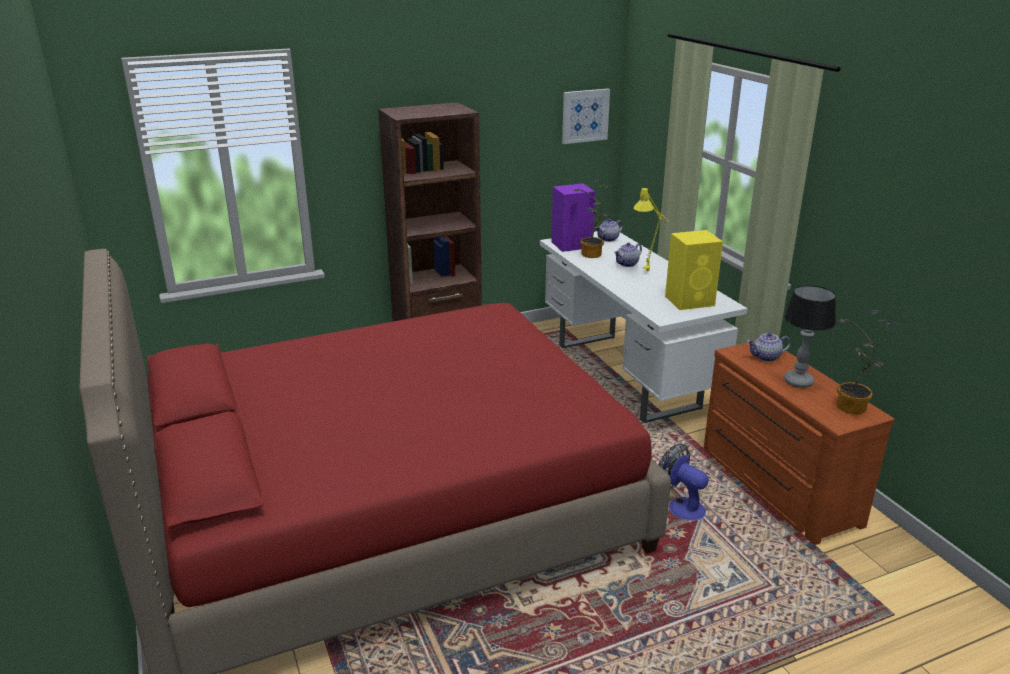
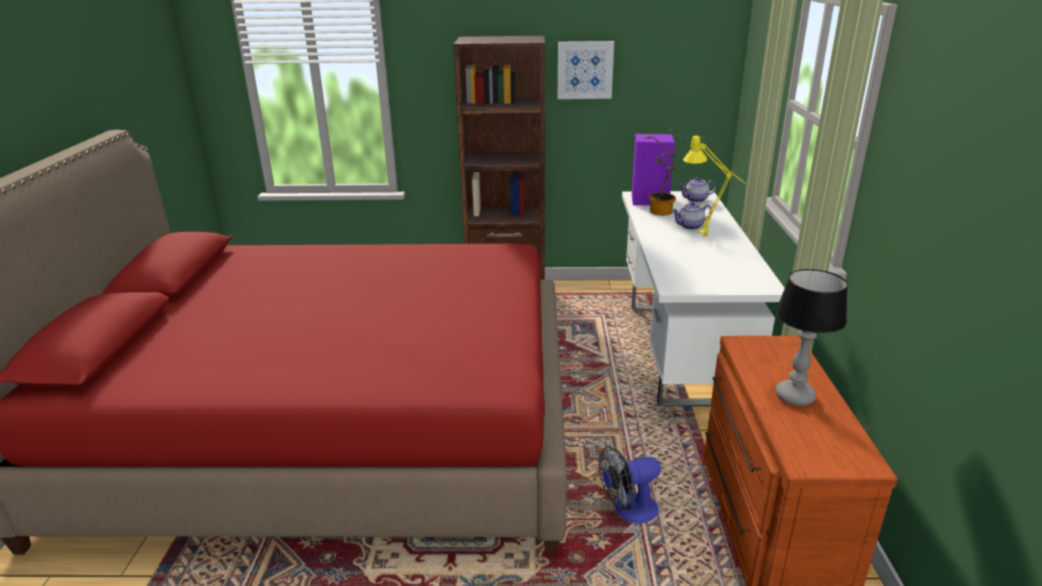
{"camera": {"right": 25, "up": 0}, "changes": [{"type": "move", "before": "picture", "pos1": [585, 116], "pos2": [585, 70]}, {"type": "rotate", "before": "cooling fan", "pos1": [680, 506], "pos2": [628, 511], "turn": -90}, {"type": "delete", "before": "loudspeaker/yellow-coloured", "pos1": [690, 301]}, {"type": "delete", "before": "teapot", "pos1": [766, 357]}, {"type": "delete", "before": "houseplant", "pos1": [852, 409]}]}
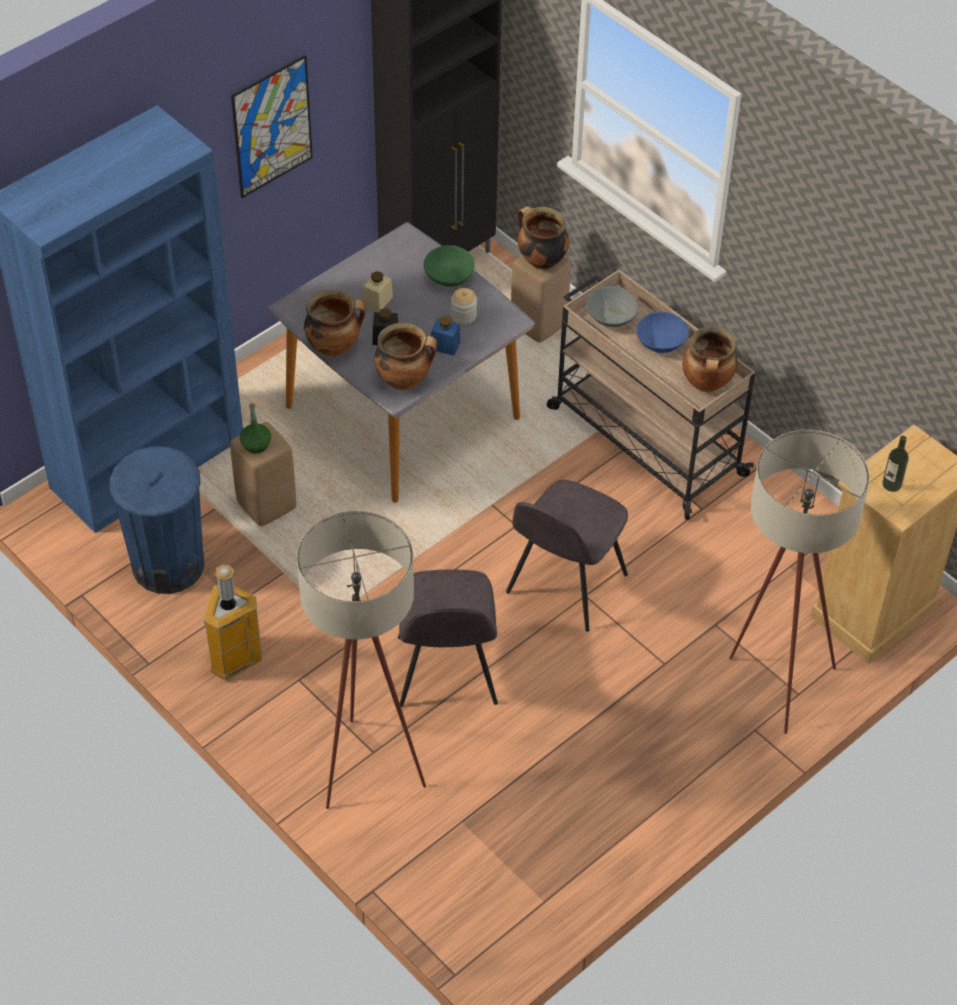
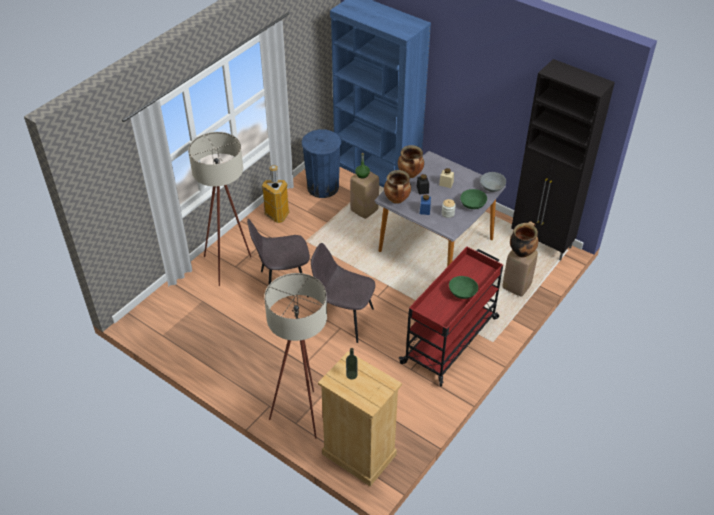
{"camera": {"right": 80, "up": -5}, "changes": [{"type": "delete", "before": "picture", "pos1": [272, 126]}, {"type": "recolor", "before": "cart/sand-coloured", "after": "cart/reddish", "pos1": [644, 440], "pos2": [451, 339]}, {"type": "move", "before": "deep dish/greyish", "pos1": [610, 317], "pos2": [492, 187]}, {"type": "recolor", "before": "deep dish/bluish", "after": "deep dish/green-coloured", "pos1": [661, 343], "pos2": [462, 293]}, {"type": "delete", "before": "stockpot", "pos1": [707, 384]}]}
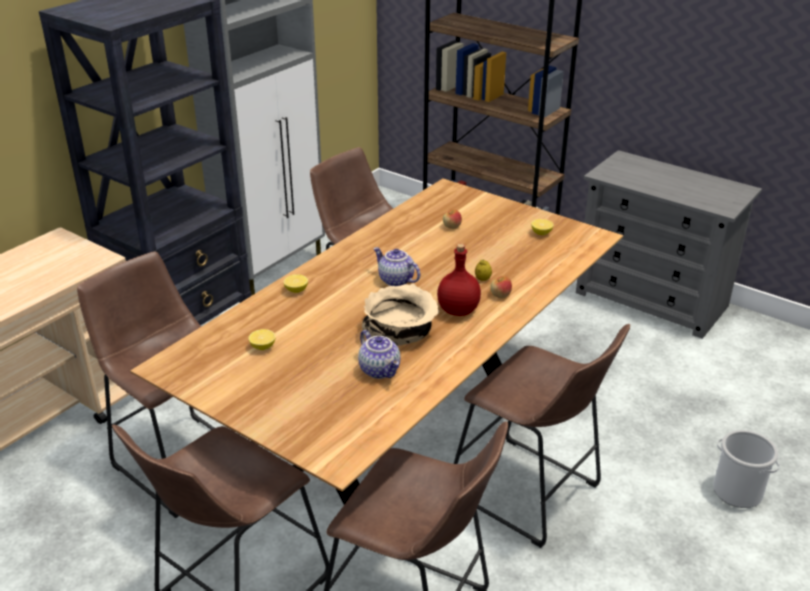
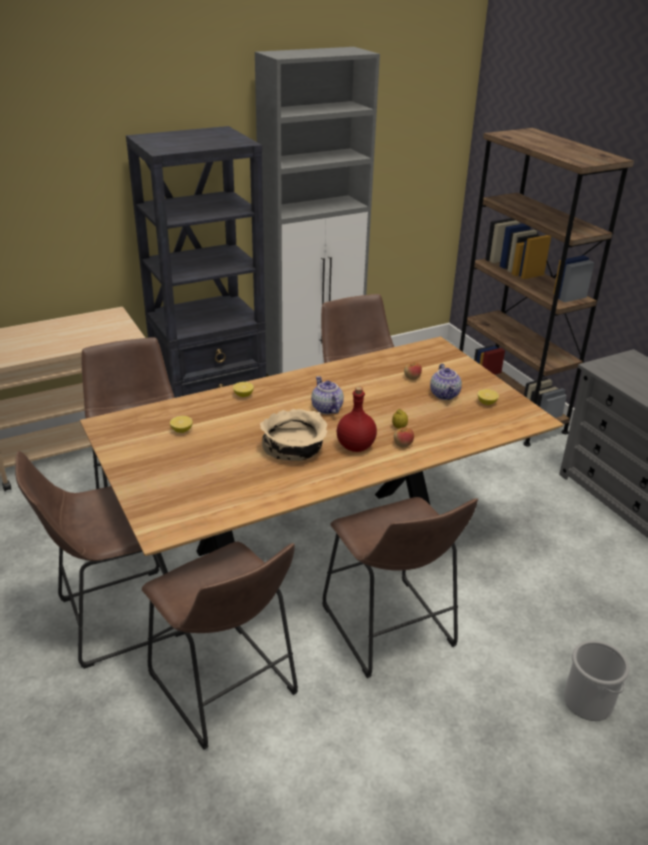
{"camera": {"right": 25, "up": 0}, "changes": [{"type": "move", "before": "teapot", "pos1": [380, 370], "pos2": [445, 395]}]}
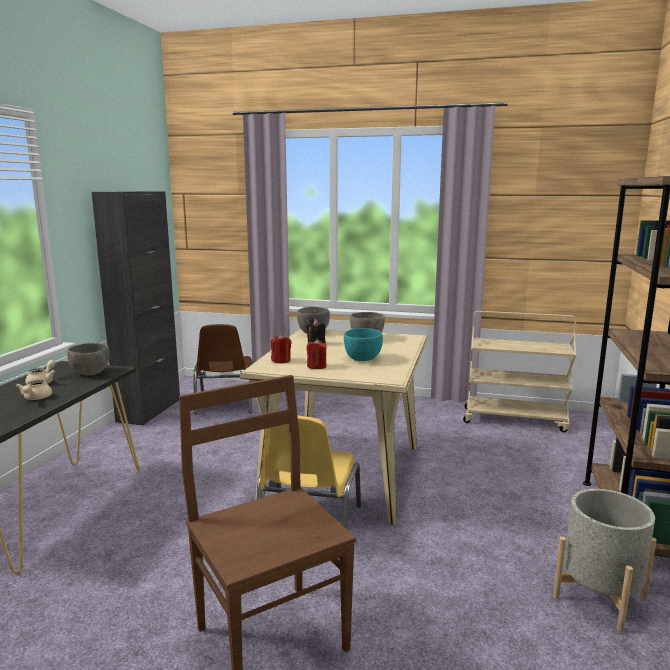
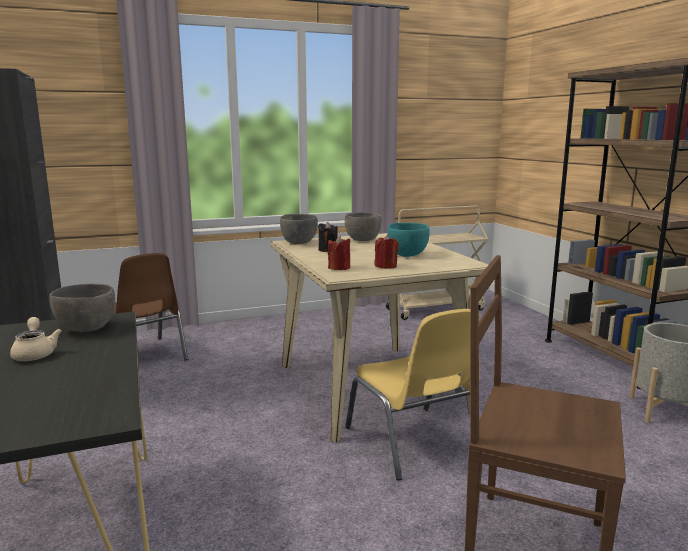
{"camera": {"right": -35, "up": 0}, "changes": [{"type": "delete", "before": "teapot/sand-coloured", "pos1": [35, 398]}]}
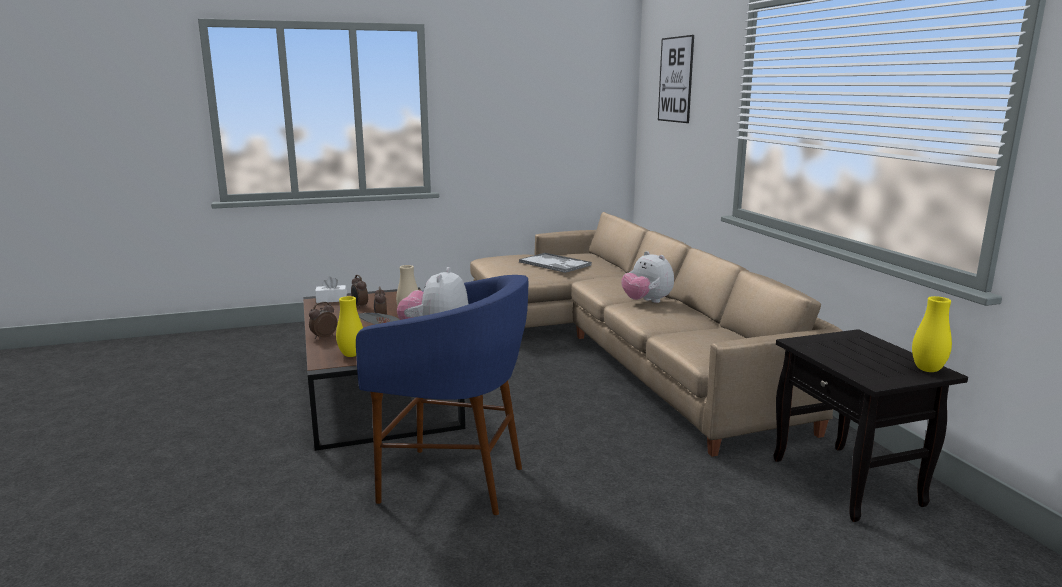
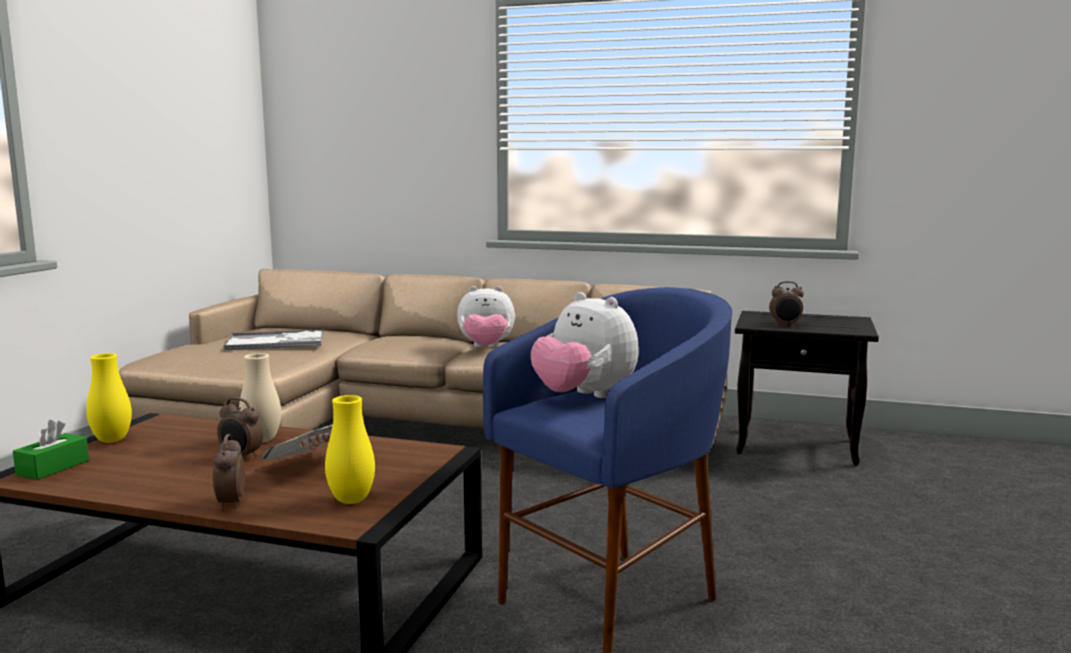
{"camera": {"right": -55, "up": -5}, "changes": [{"type": "recolor", "before": "tissue box/white-coloured", "after": "tissue box/green-coloured", "pos1": [331, 300], "pos2": [53, 467]}, {"type": "move", "before": "table clock", "pos1": [360, 306], "pos2": [785, 325]}, {"type": "delete", "before": "picture", "pos1": [675, 79]}, {"type": "move", "before": "vase/yellow-coloured", "pos1": [927, 369], "pos2": [112, 440]}]}
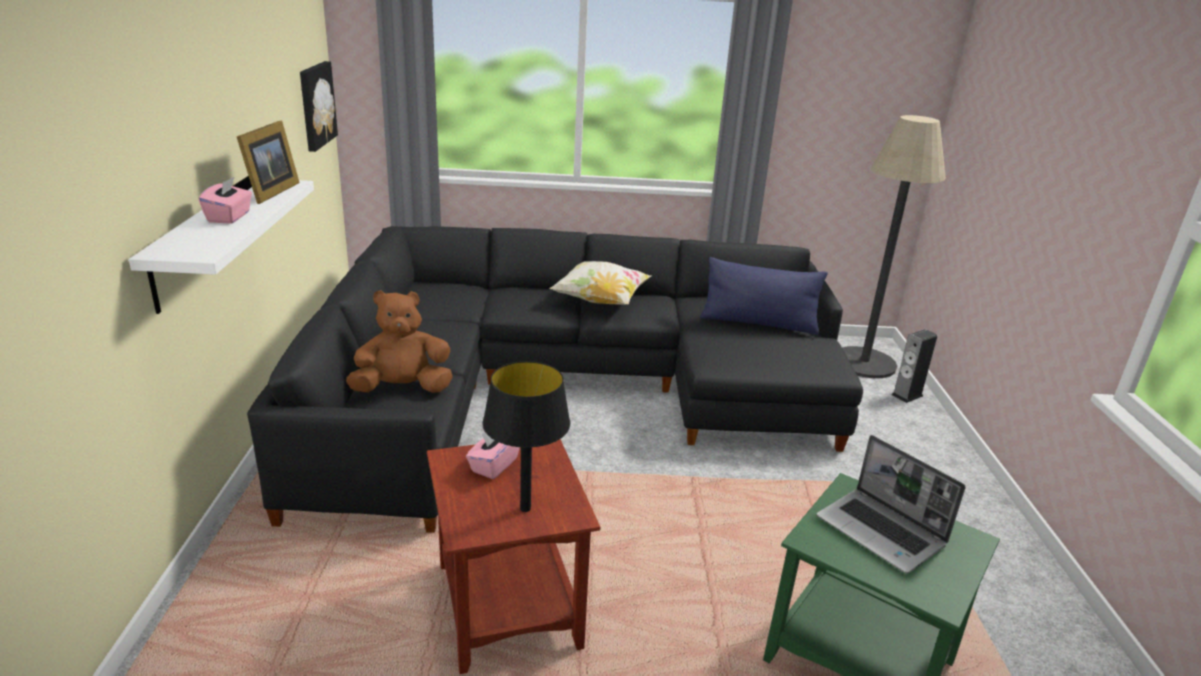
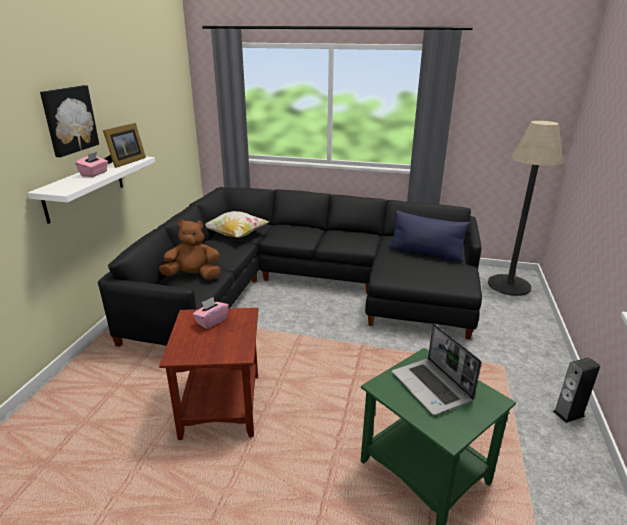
{"camera": {"right": 15, "up": 0}, "changes": [{"type": "move", "before": "picture", "pos1": [315, 105], "pos2": [69, 120]}, {"type": "delete", "before": "lamp for a table/black", "pos1": [525, 508]}, {"type": "move", "before": "throw pillow", "pos1": [600, 301], "pos2": [236, 235]}, {"type": "move", "before": "loudspeaker", "pos1": [907, 395], "pos2": [568, 413]}]}
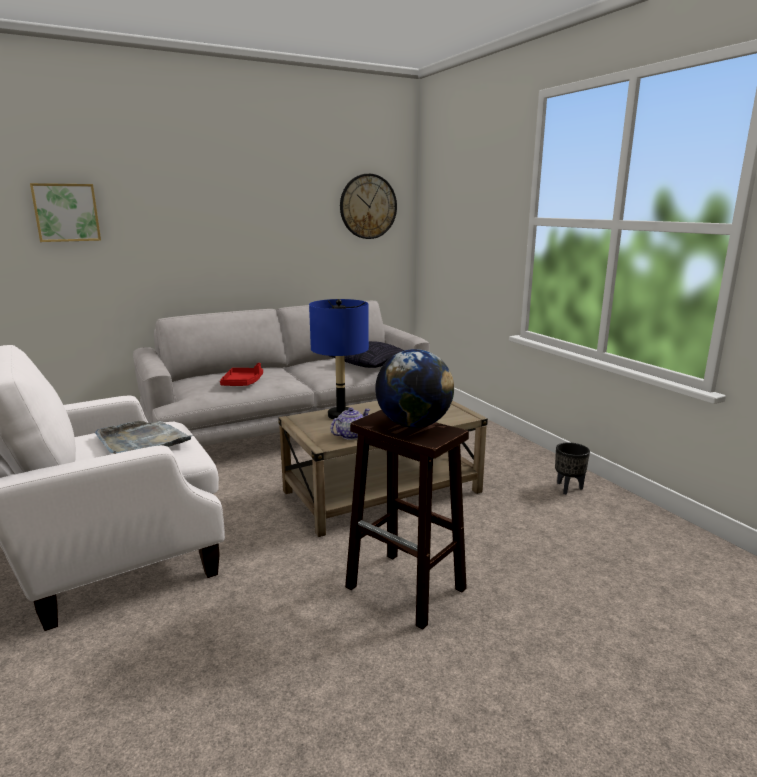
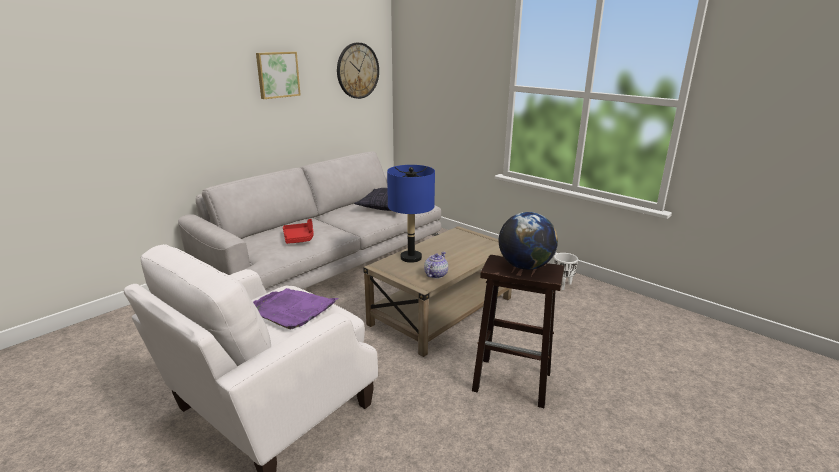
{"camera": {"right": -20, "up": 5}, "changes": [{"type": "move", "before": "picture", "pos1": [66, 212], "pos2": [277, 74]}, {"type": "recolor", "before": "tray/greyish", "after": "tray/purplish", "pos1": [142, 441], "pos2": [292, 310]}, {"type": "recolor", "before": "plant pot/black", "after": "plant pot/white-coloured", "pos1": [569, 488], "pos2": [562, 285]}]}
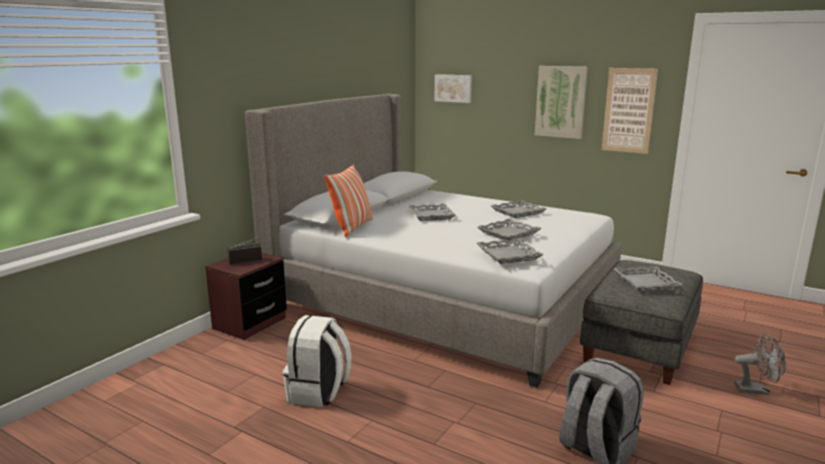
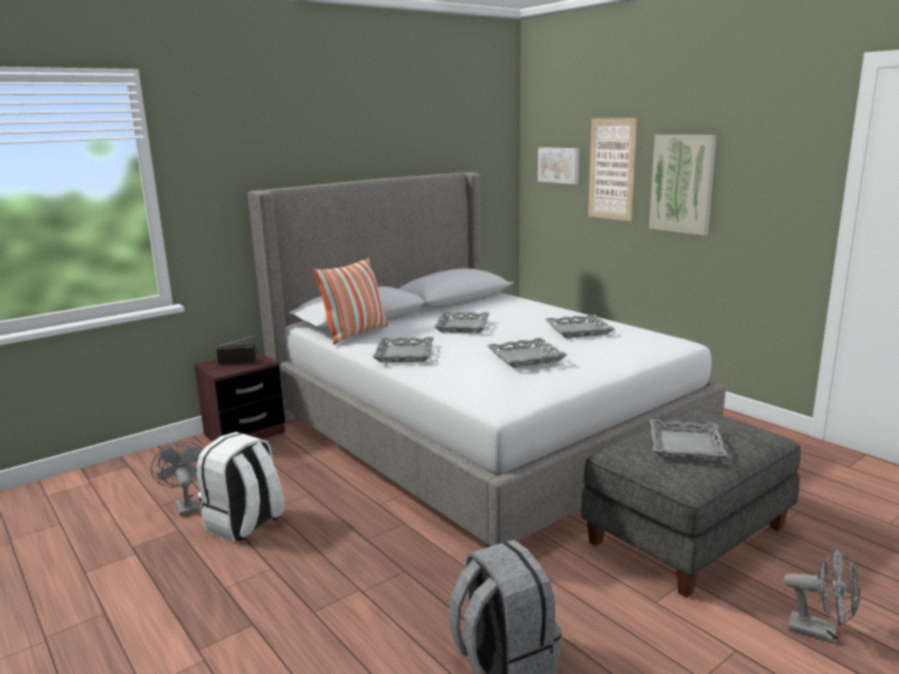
{"camera": {"right": 20, "up": 0}, "changes": [{"type": "move", "before": "tray/greyish", "pos1": [508, 255], "pos2": [403, 354]}, {"type": "move", "before": "picture", "pos1": [628, 110], "pos2": [612, 169]}, {"type": "insert", "after": "cooling fan/greyish", "pos2": [185, 505]}]}
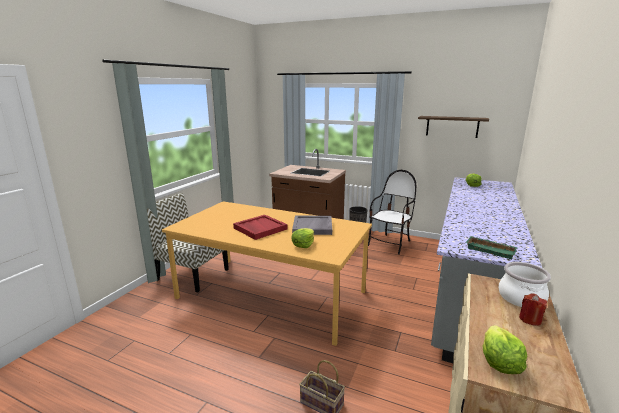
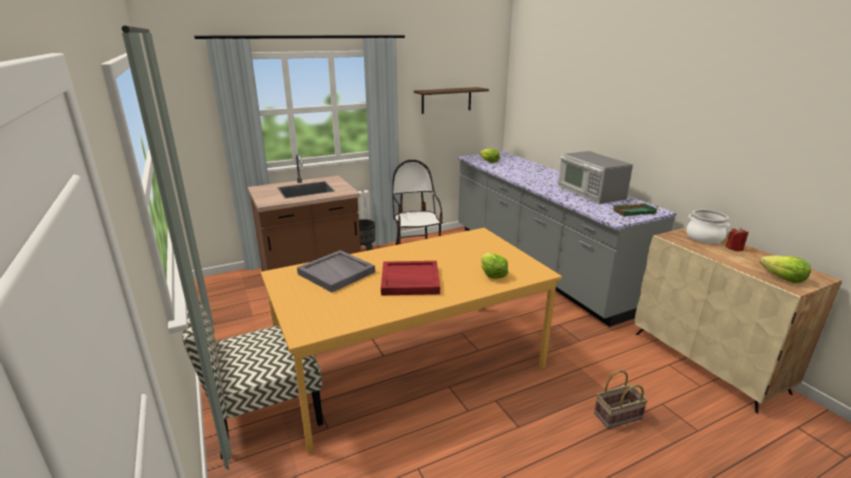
{"camera": {"right": -50, "up": 5}, "changes": [{"type": "move", "before": "tray/greyish", "pos1": [313, 227], "pos2": [337, 273]}, {"type": "insert", "after": "microwave", "pos2": [590, 193]}]}
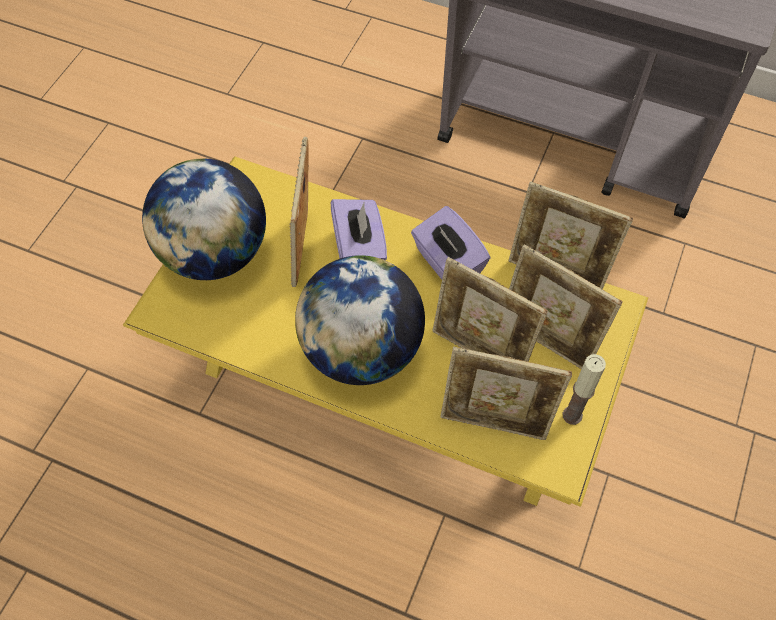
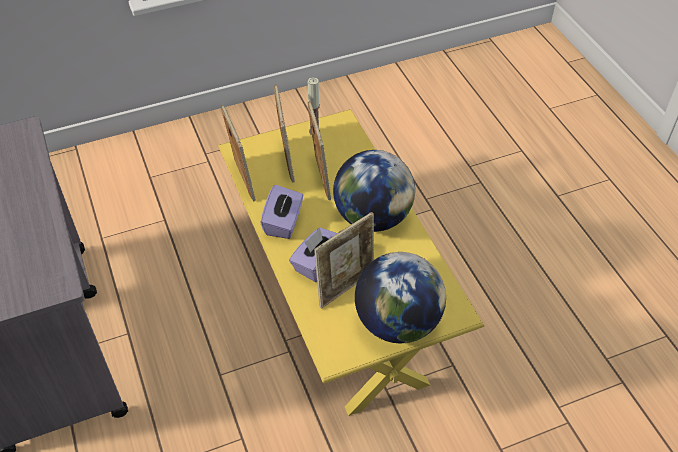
{"camera": {"right": -135, "up": -10}, "changes": [{"type": "delete", "before": "picture frame", "pos1": [494, 423]}]}
